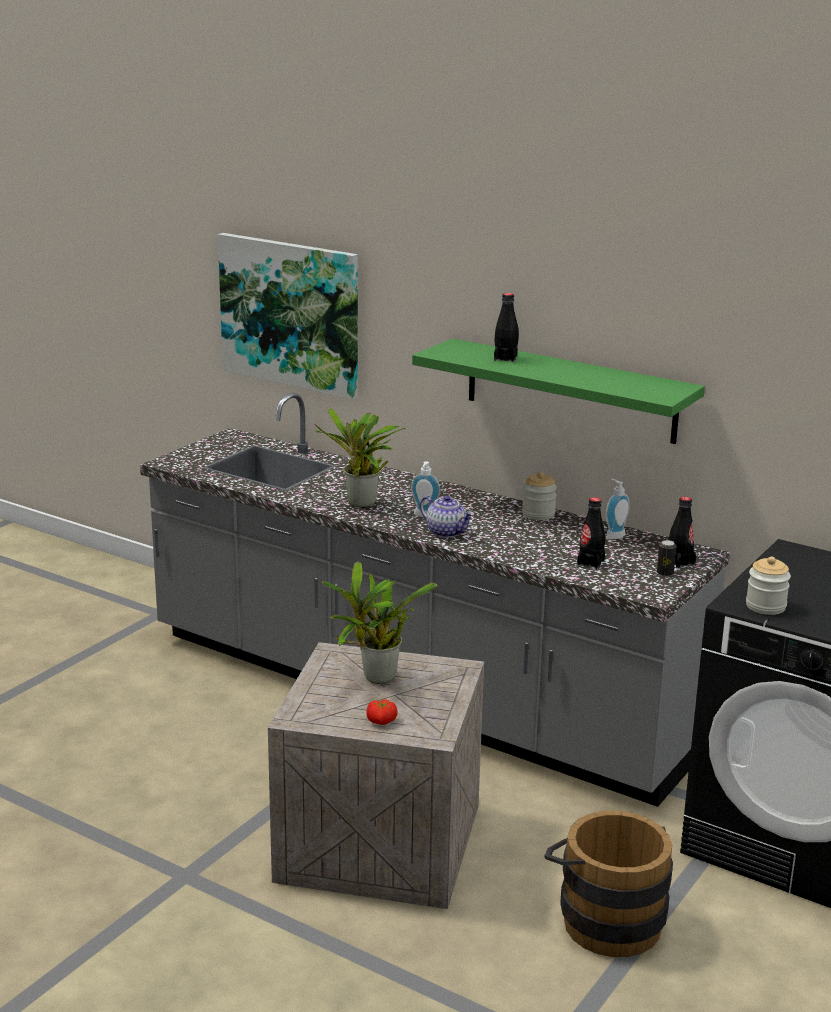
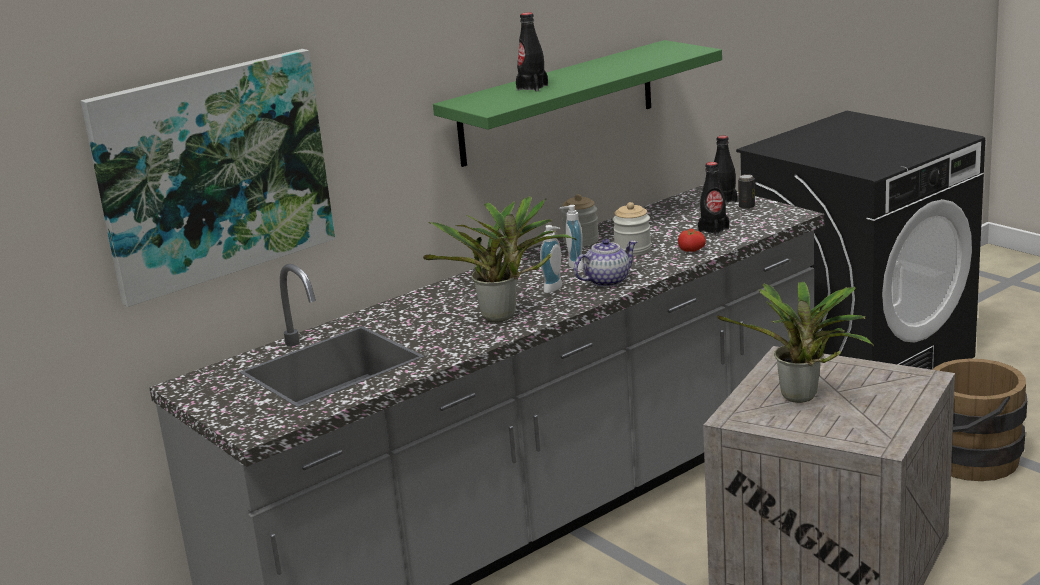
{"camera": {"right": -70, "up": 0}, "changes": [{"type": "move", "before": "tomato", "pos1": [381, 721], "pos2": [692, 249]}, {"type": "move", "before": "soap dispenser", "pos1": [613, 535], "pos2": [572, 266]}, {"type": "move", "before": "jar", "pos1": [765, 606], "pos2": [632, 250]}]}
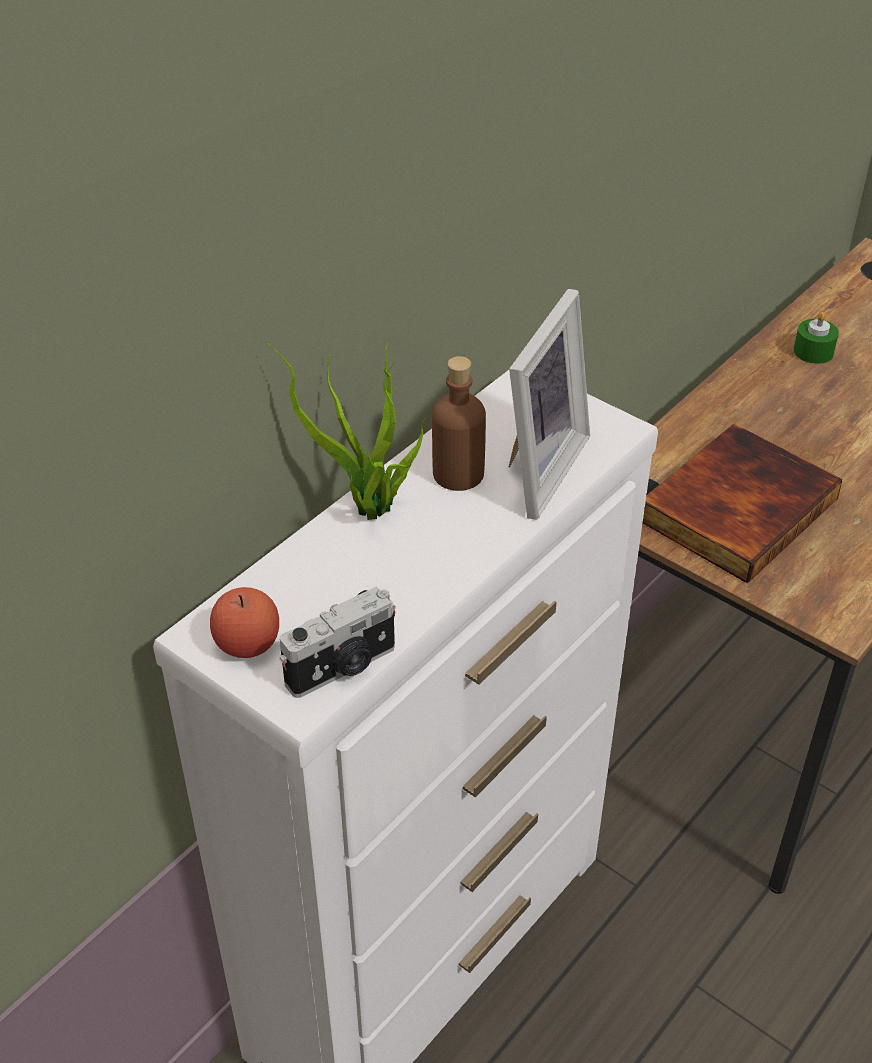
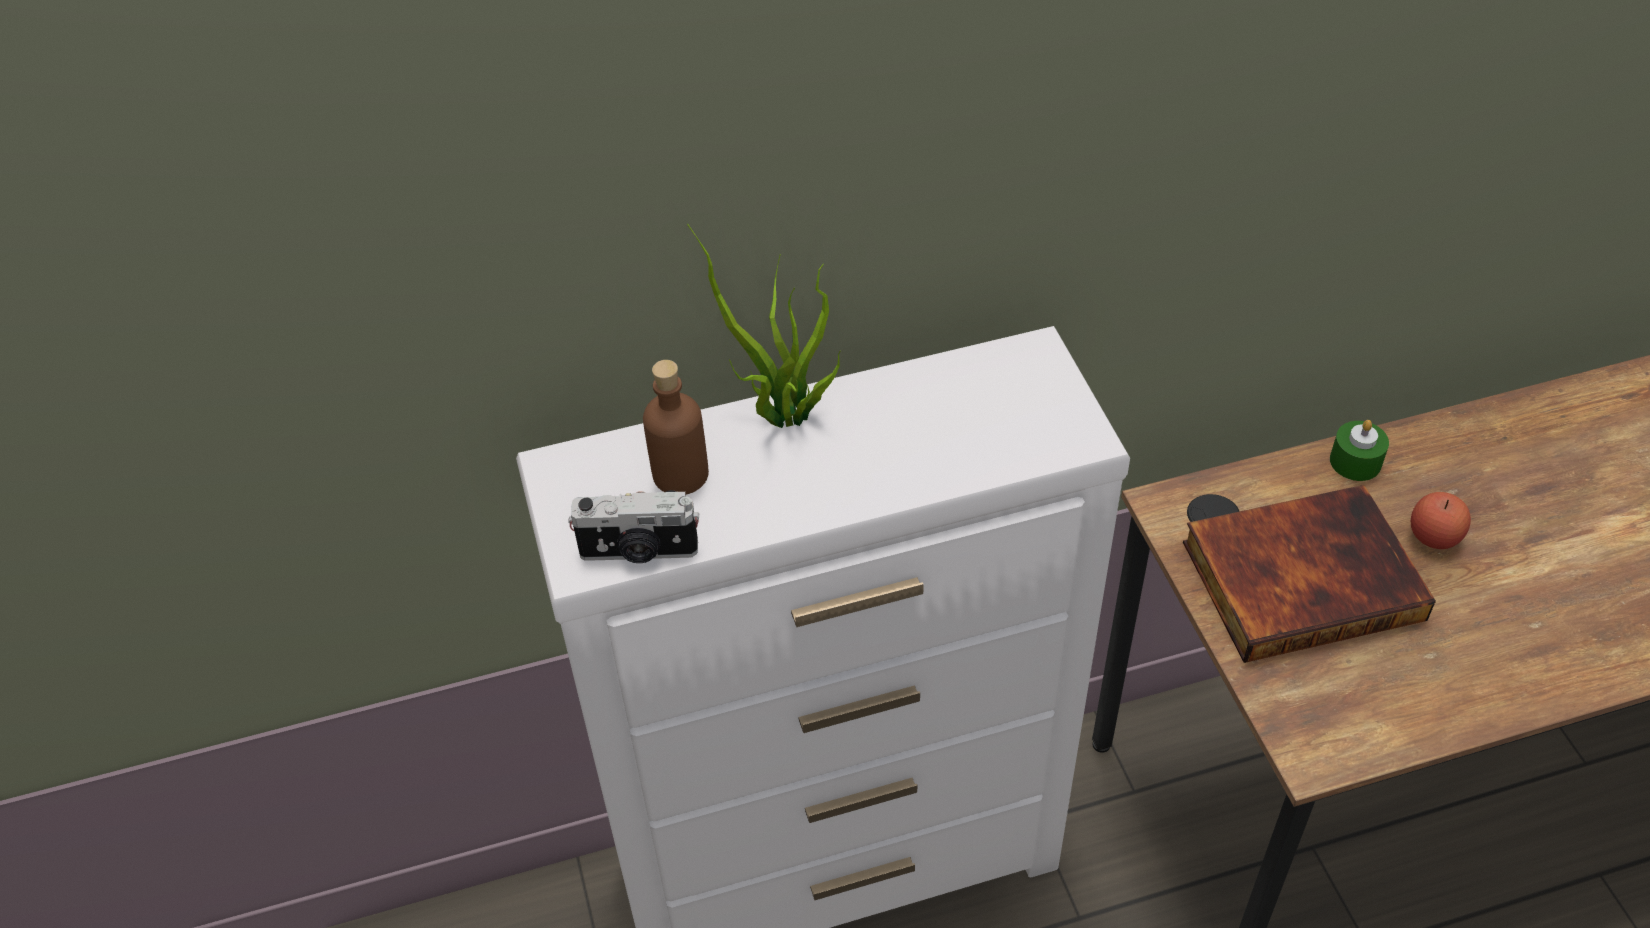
{"camera": {"right": 35, "up": 5}, "changes": [{"type": "move", "before": "apple fruit", "pos1": [247, 643], "pos2": [1434, 536]}, {"type": "move", "before": "beverage bottle/brownish", "pos1": [458, 474], "pos2": [680, 474]}, {"type": "delete", "before": "picture frame", "pos1": [534, 469]}, {"type": "move", "before": "wax light/green-coloured", "pos1": [813, 351], "pos2": [1355, 461]}]}
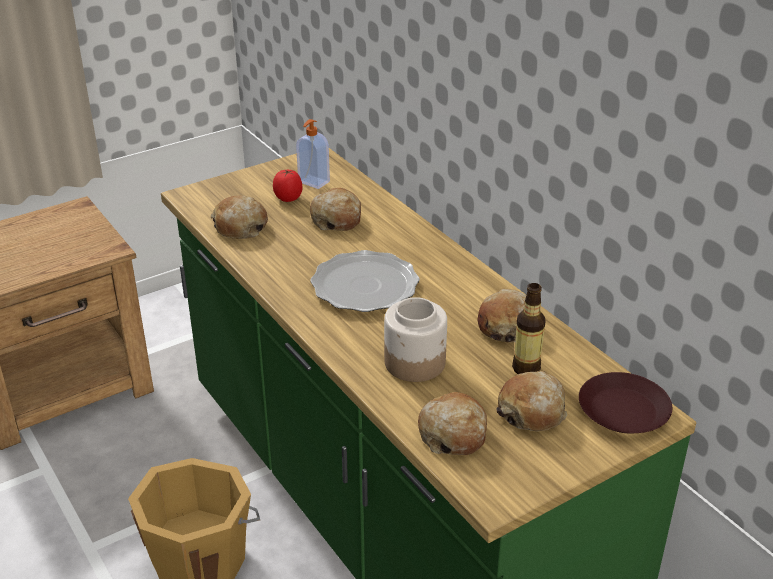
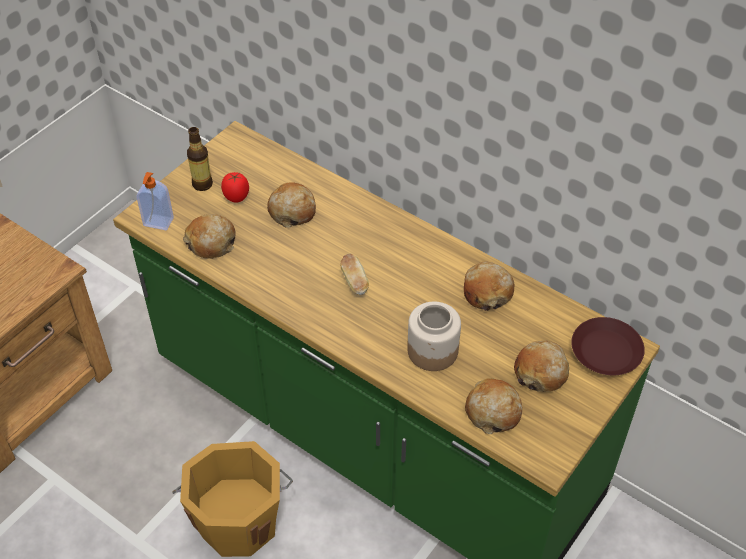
{"camera": {"right": -20, "up": 15}, "changes": [{"type": "move", "before": "soap dispenser", "pos1": [313, 182], "pos2": [158, 223]}, {"type": "replace", "before": "dinner plate", "after": "bread", "pos1": [365, 286], "pos2": [354, 281]}, {"type": "move", "before": "beverage bottle", "pos1": [526, 368], "pos2": [202, 184]}]}
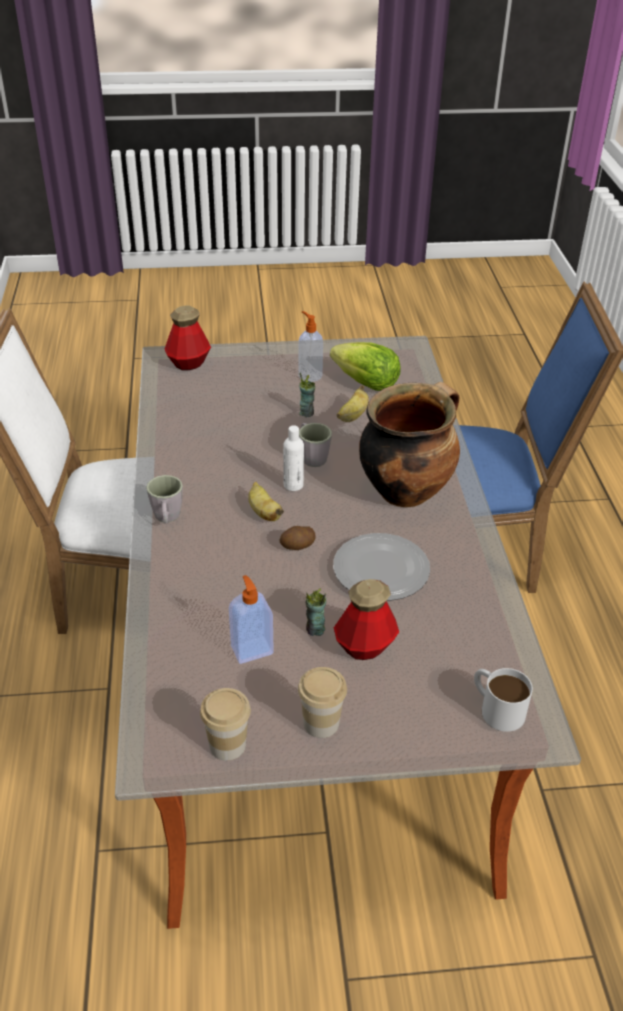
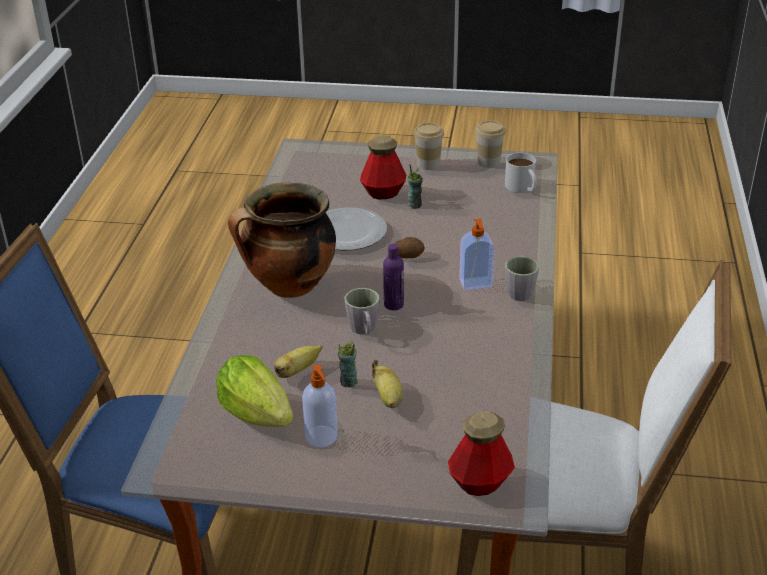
{"camera": {"right": -165, "up": -5}, "changes": [{"type": "move", "before": "soap dispenser", "pos1": [251, 649], "pos2": [476, 284]}, {"type": "move", "before": "banana", "pos1": [264, 512], "pos2": [388, 398]}, {"type": "recolor", "before": "beverage bottle/white-coloured", "after": "beverage bottle/purplish", "pos1": [293, 485], "pos2": [393, 304]}, {"type": "move", "before": "coffee mug/white-coloured", "pos1": [496, 707], "pos2": [522, 188]}]}
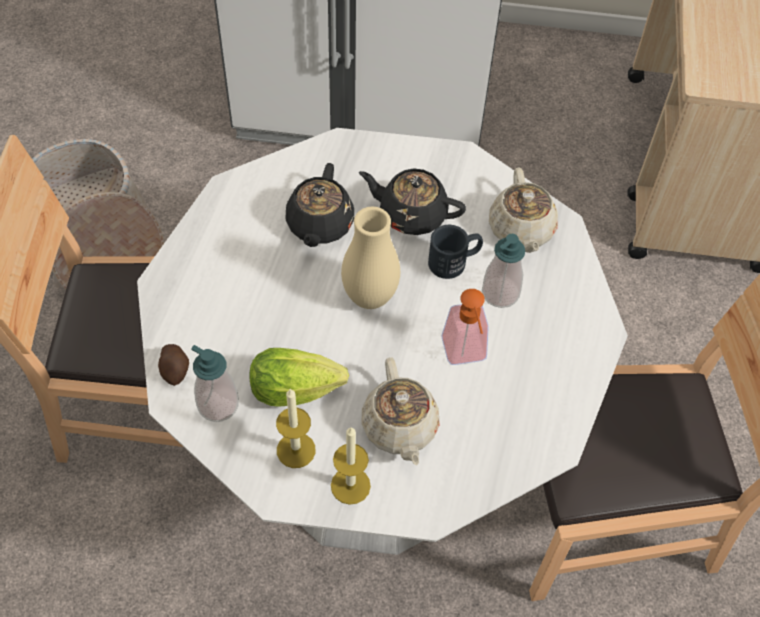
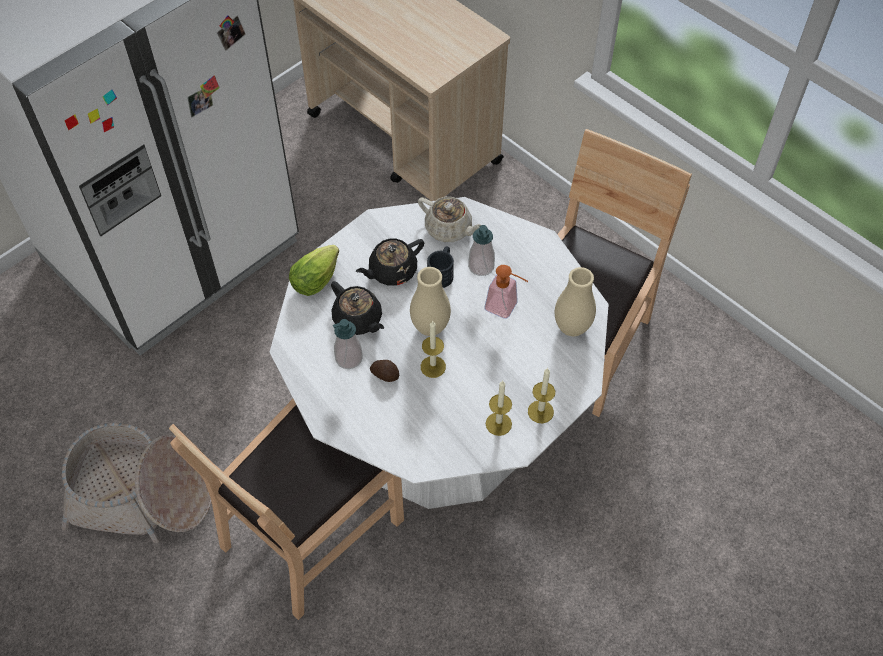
{"camera": {"right": -50, "up": 0}, "changes": [{"type": "move", "before": "potato", "pos1": [175, 369], "pos2": [385, 374]}, {"type": "move", "before": "soap dispenser", "pos1": [218, 404], "pos2": [349, 358]}, {"type": "move", "before": "lettuce", "pos1": [300, 389], "pos2": [318, 278]}, {"type": "delete", "before": "teapot/sand-coloured", "pos1": [400, 427]}, {"type": "insert", "after": "wax light", "pos2": [433, 366]}, {"type": "insert", "after": "vase/sand-coloured", "pos2": [572, 328]}]}
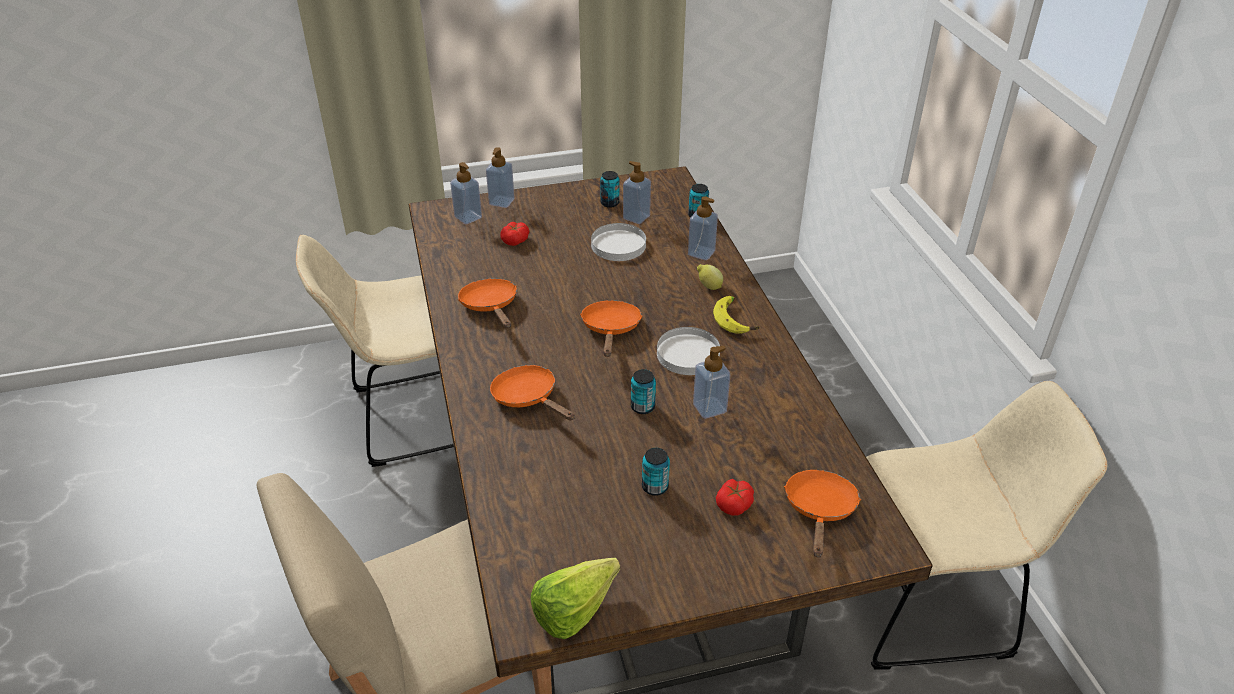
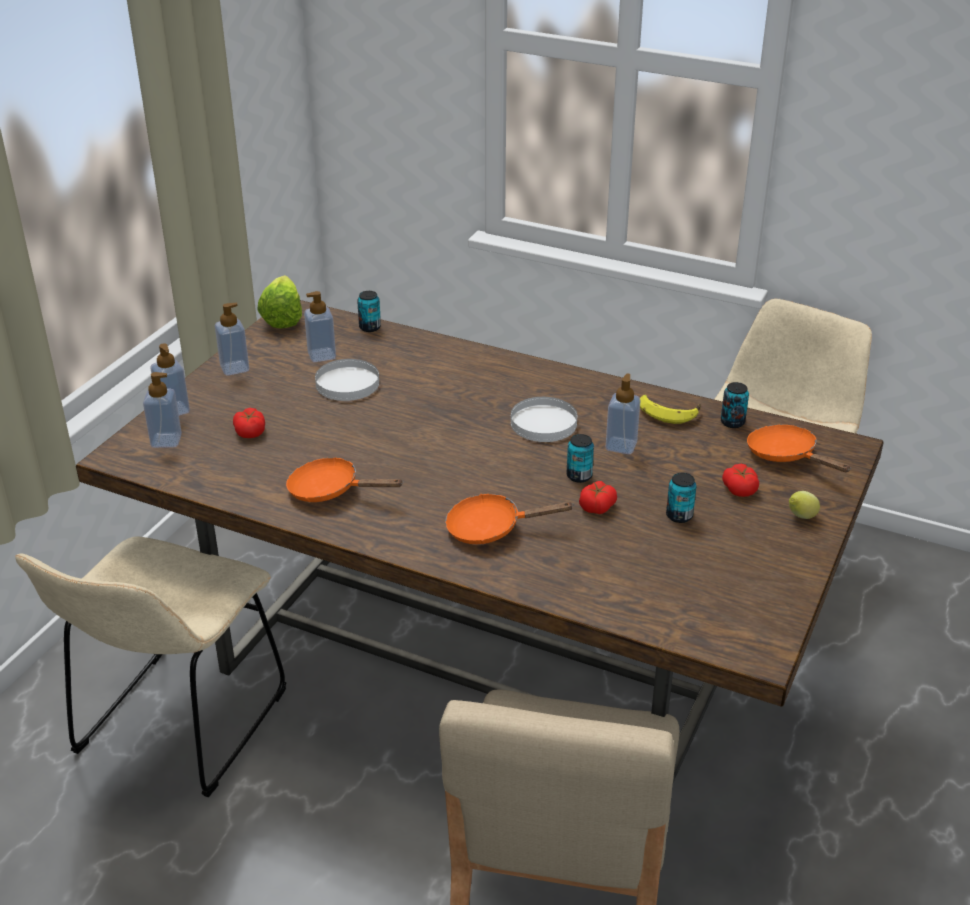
{"camera": {"right": -50, "up": -5}, "changes": [{"type": "move", "before": "lettuce", "pos1": [581, 608], "pos2": [285, 315]}, {"type": "delete", "before": "pan/orange", "pos1": [611, 329]}, {"type": "move", "before": "can", "pos1": [610, 203], "pos2": [732, 422]}, {"type": "move", "before": "soap dispenser", "pos1": [701, 253], "pos2": [234, 368]}, {"type": "move", "before": "whole lemon", "pos1": [708, 286], "pos2": [800, 517]}, {"type": "move", "before": "banana", "pos1": [736, 320], "pos2": [668, 412]}, {"type": "insert", "after": "tomato", "pos2": [597, 506]}]}
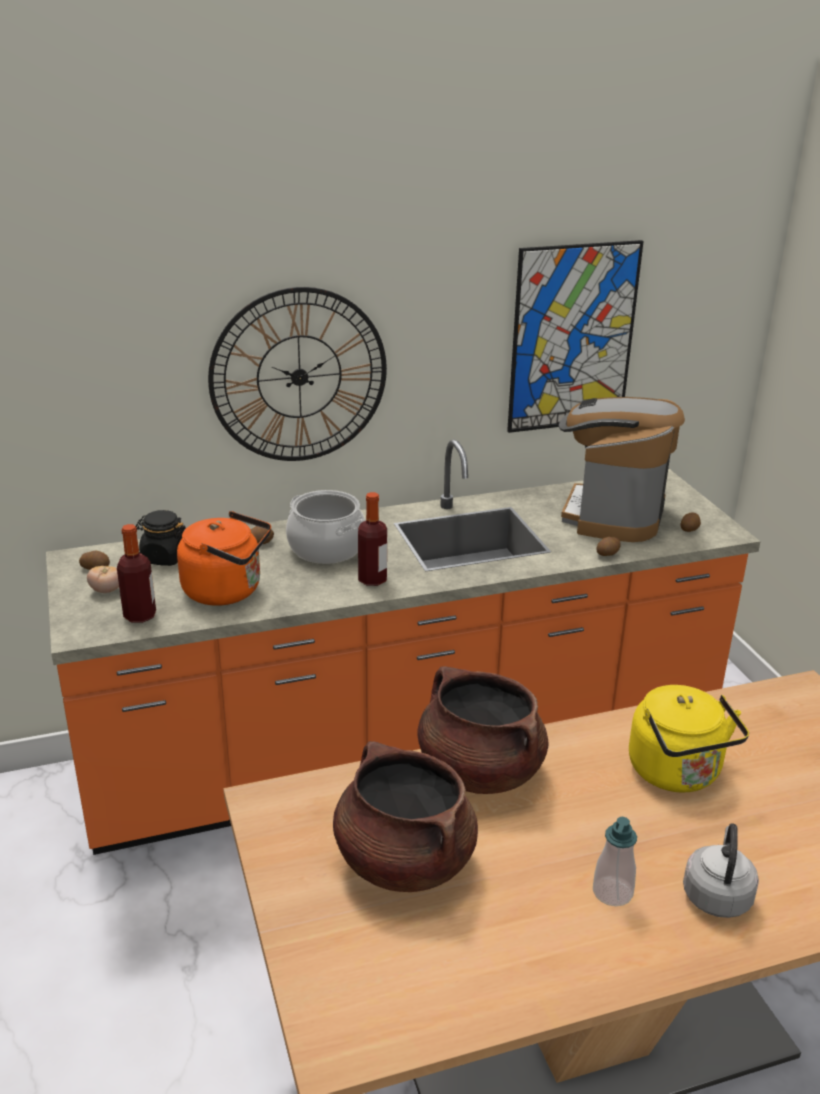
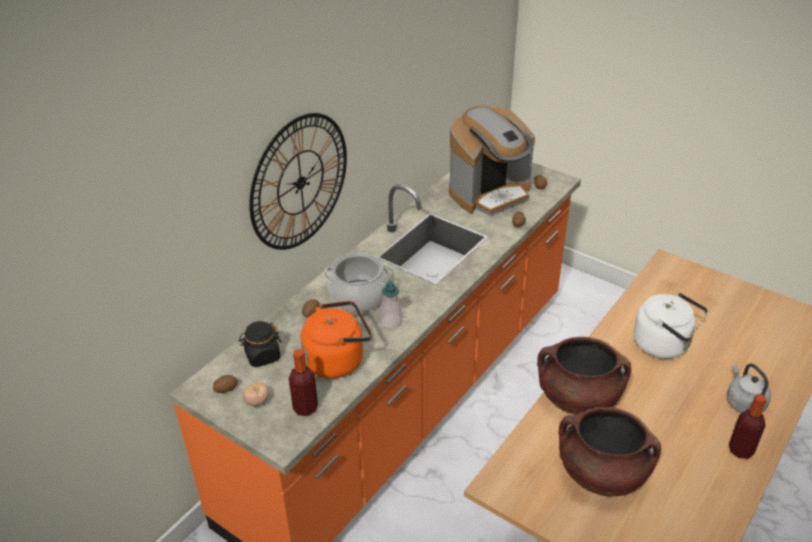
{"camera": {"right": -35, "up": 10}, "changes": [{"type": "move", "before": "beverage bottle", "pos1": [372, 579], "pos2": [740, 450]}, {"type": "delete", "before": "picture", "pos1": [572, 338]}, {"type": "rotate", "before": "coffee brewer", "pos1": [612, 515], "pos2": [490, 194], "turn": -105}, {"type": "move", "before": "soap dispenser", "pos1": [612, 892], "pos2": [391, 322]}, {"type": "recolor", "before": "tea kettle/yellow-coloured", "after": "tea kettle/white-coloured", "pos1": [678, 773], "pos2": [664, 345]}]}
